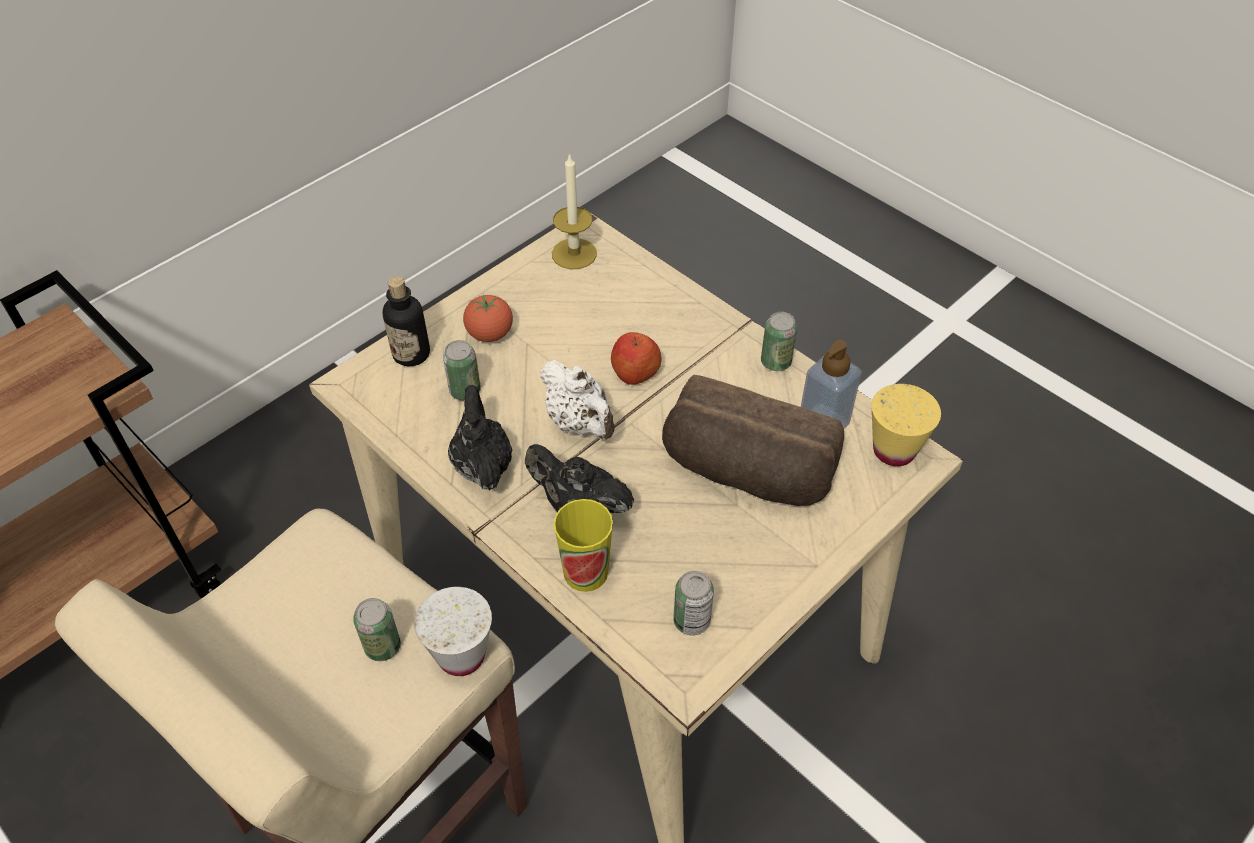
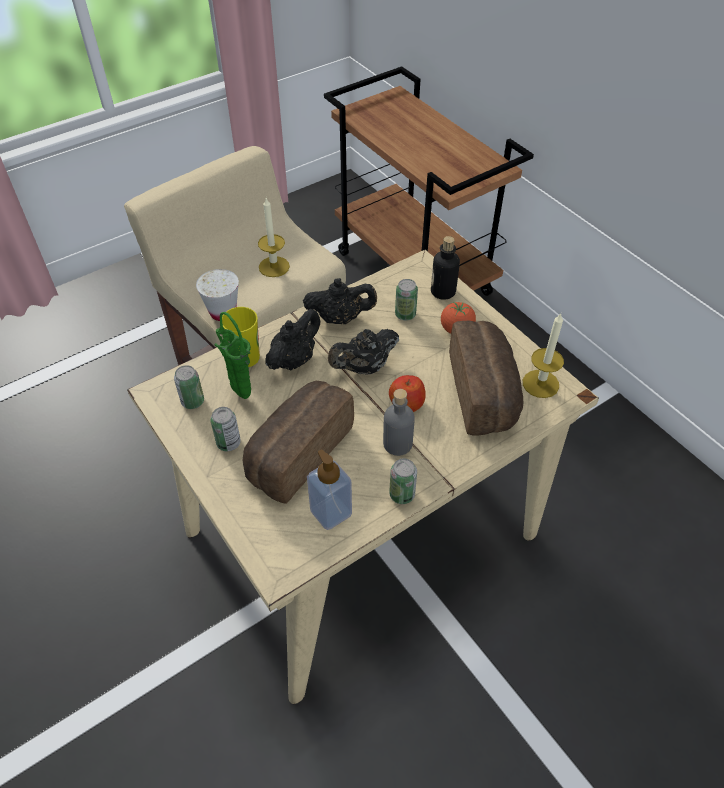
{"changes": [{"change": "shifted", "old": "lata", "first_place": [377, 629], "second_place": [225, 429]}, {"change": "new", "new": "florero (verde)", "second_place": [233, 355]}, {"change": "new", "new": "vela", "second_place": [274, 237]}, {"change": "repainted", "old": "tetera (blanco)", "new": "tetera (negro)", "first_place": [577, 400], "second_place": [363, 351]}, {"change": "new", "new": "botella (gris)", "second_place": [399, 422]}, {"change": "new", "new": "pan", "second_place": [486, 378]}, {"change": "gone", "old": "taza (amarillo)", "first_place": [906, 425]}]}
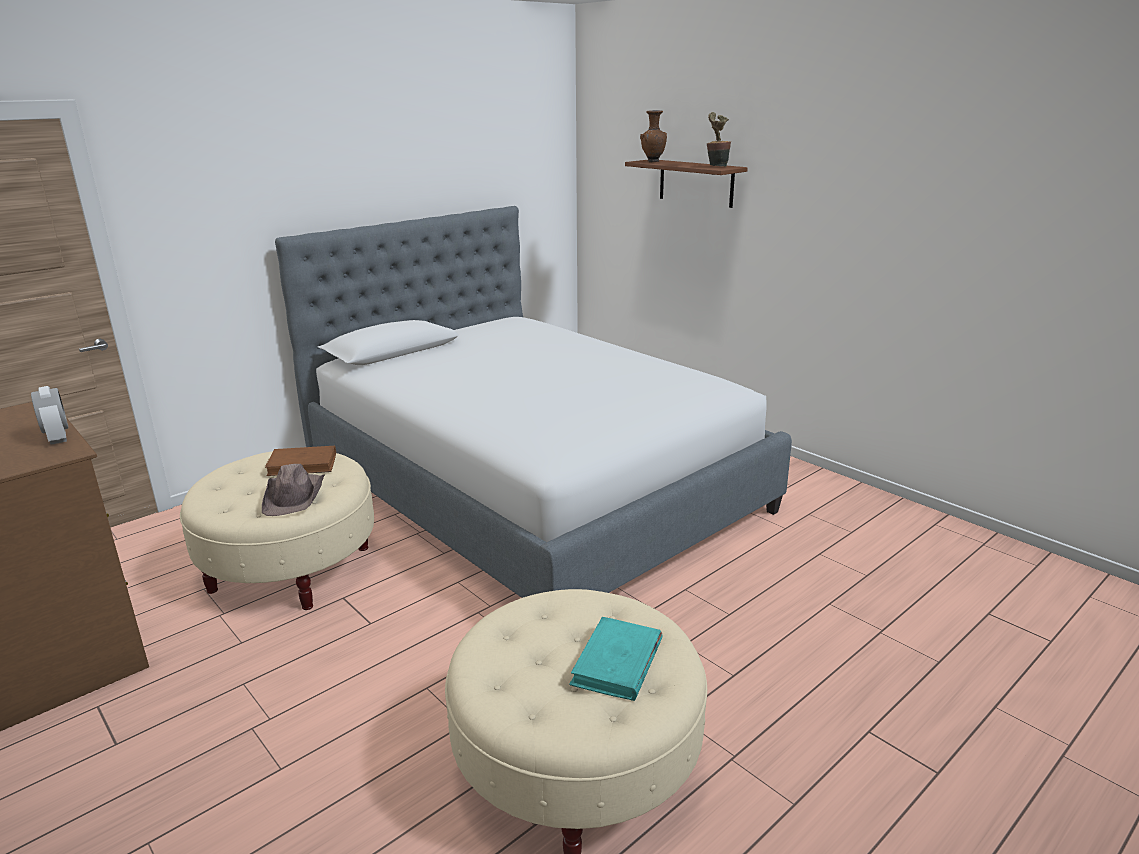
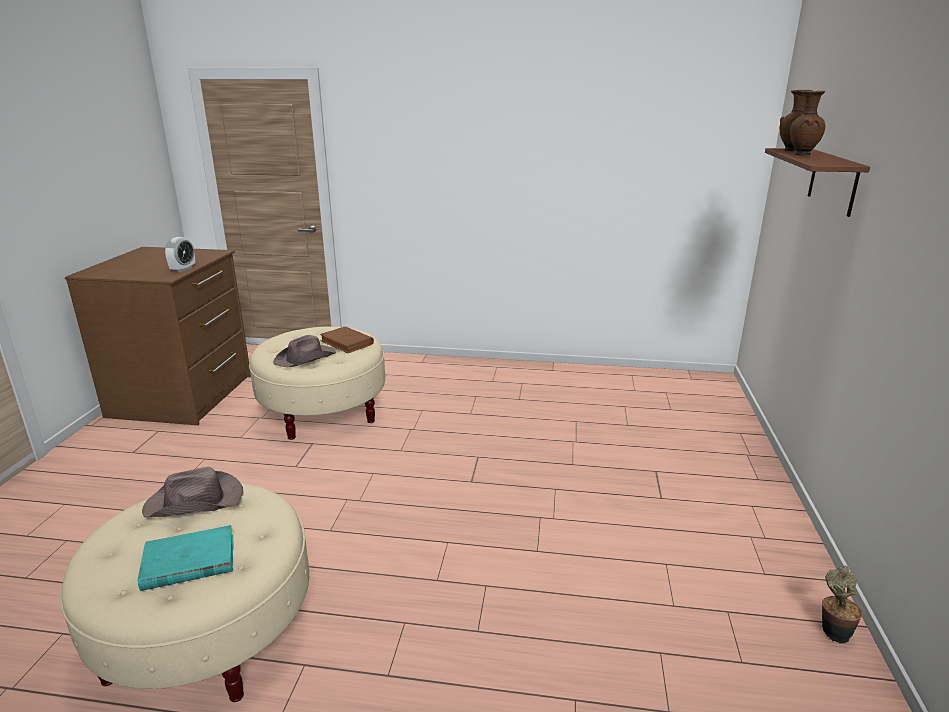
{"changes": [{"change": "new", "new": "sombrero (marrón)", "second_place": [192, 492]}, {"change": "new", "new": "florero (marrón)", "second_place": [807, 123]}, {"change": "shifted", "old": "planta en maceta", "first_place": [719, 139], "second_place": [842, 604]}, {"change": "gone", "old": "cama", "first_place": [533, 402]}]}
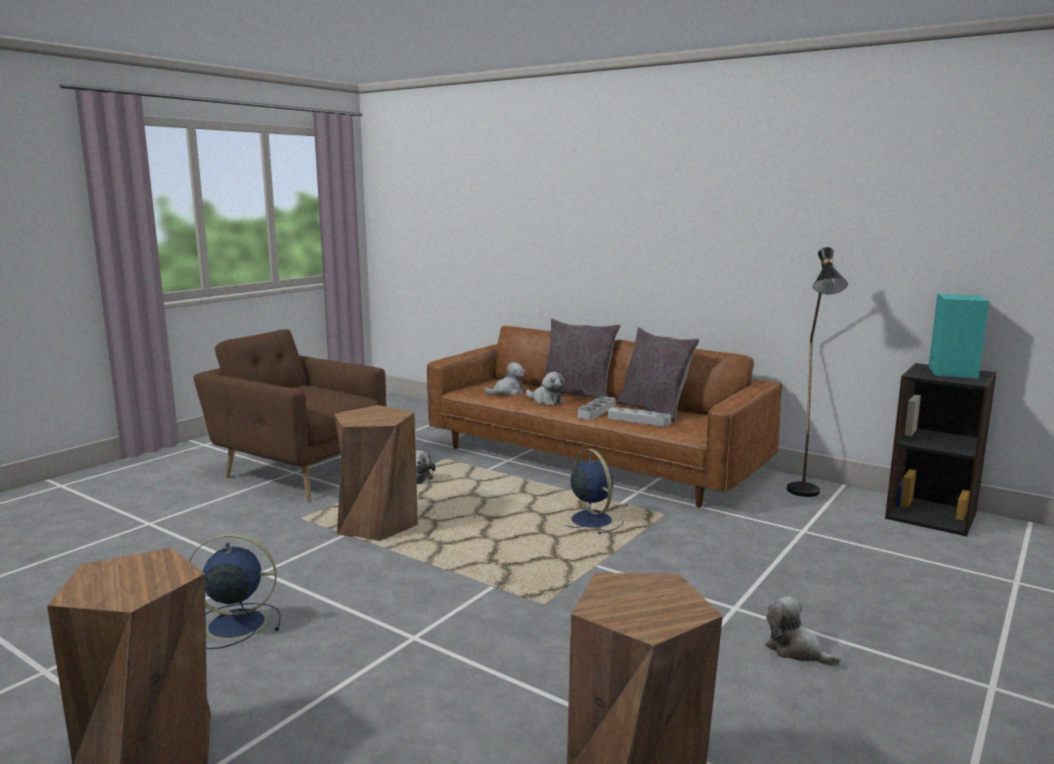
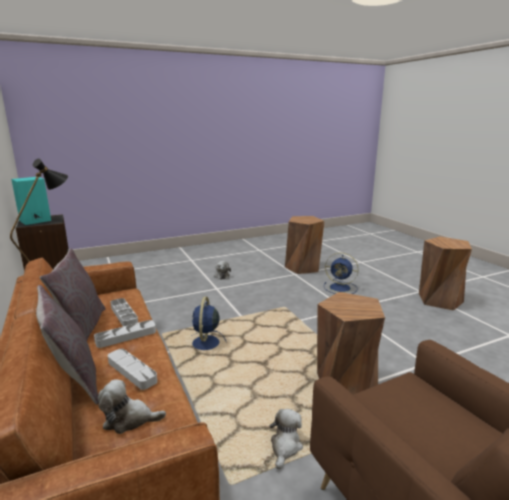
{"changes": [{"change": "swapped", "old": "peluche", "new": "bandeja (gris)", "first_place": [545, 388], "second_place": [132, 369]}, {"change": "shifted", "old": "ventilador (azul)", "first_place": [235, 591], "second_place": [341, 273]}]}
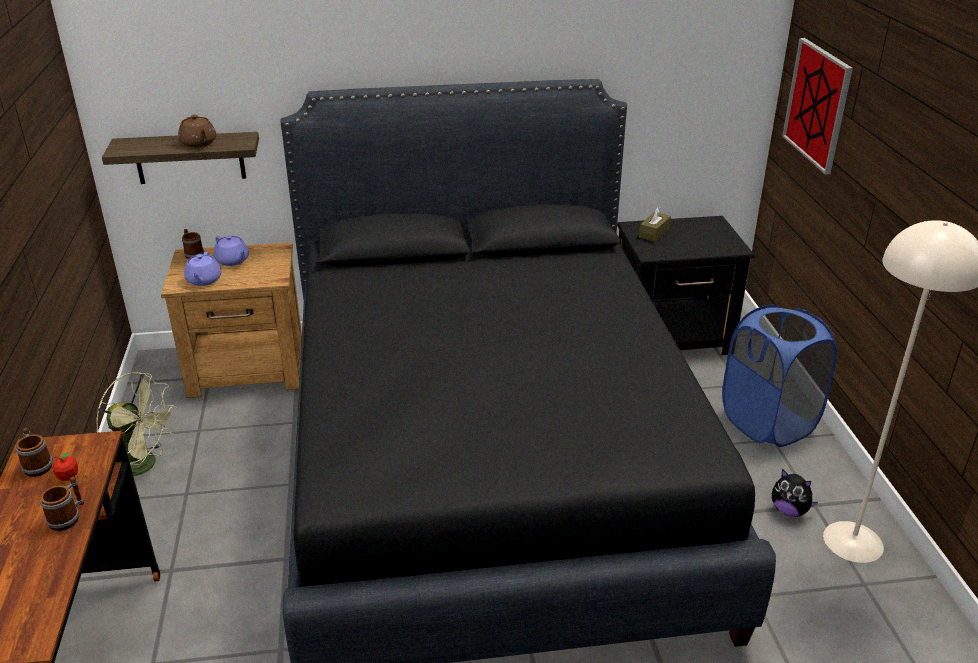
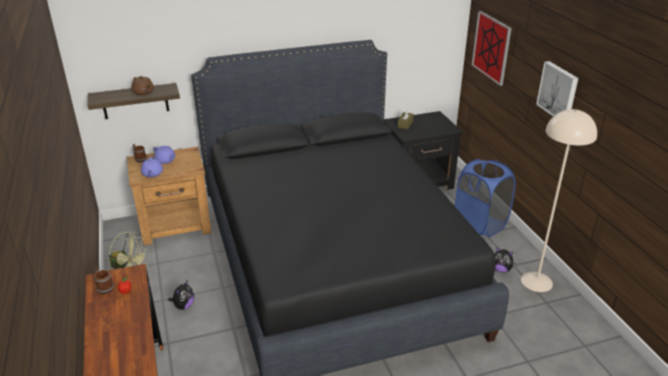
{"changes": [{"change": "new", "new": "peluche", "second_place": [181, 295]}, {"change": "new", "new": "cuadro", "second_place": [557, 88]}, {"change": "gone", "old": "taza grande", "first_place": [62, 504]}]}
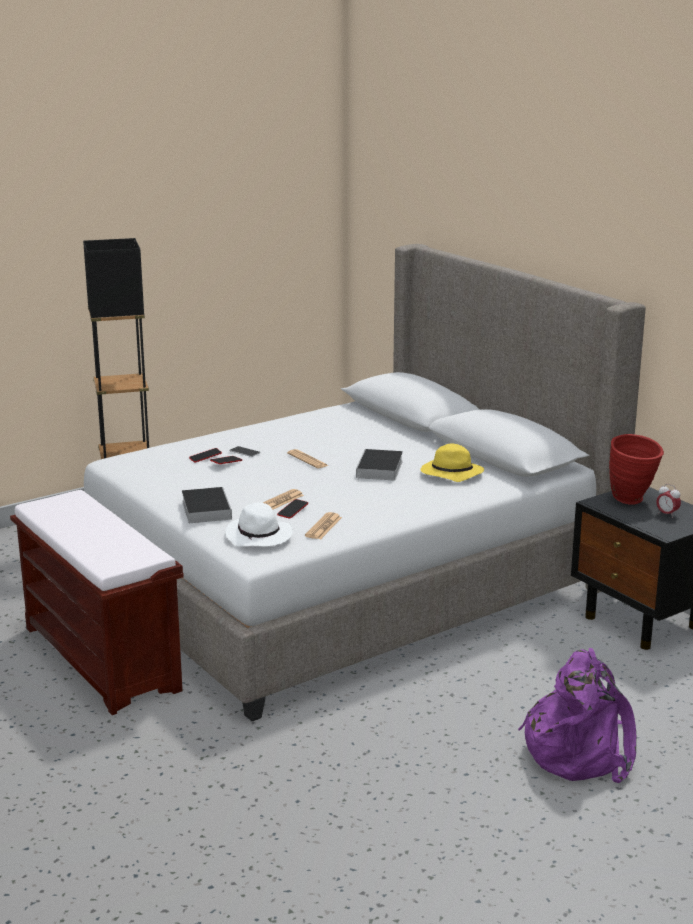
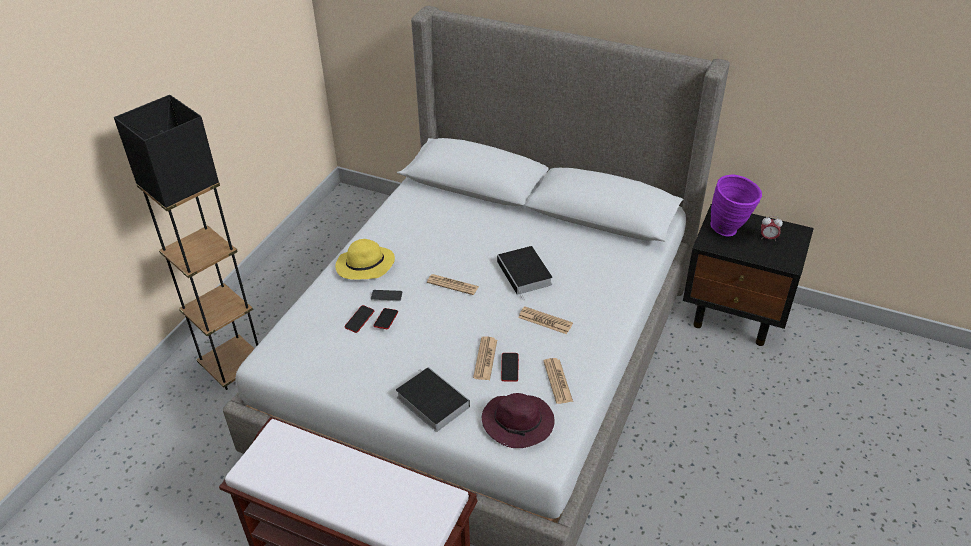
{"changes": [{"change": "shifted", "old": "sombrero (amarillo)", "first_place": [452, 463], "second_place": [365, 259]}, {"change": "repainted", "old": "sombrero (blanco)", "new": "sombrero (morado)", "first_place": [259, 524], "second_place": [518, 420]}, {"change": "new", "new": "periódico", "second_place": [545, 320]}, {"change": "repainted", "old": "florero (rojo)", "new": "florero (morado)", "first_place": [636, 469], "second_place": [736, 205]}, {"change": "gone", "old": "mochila (morado)", "first_place": [577, 715]}]}
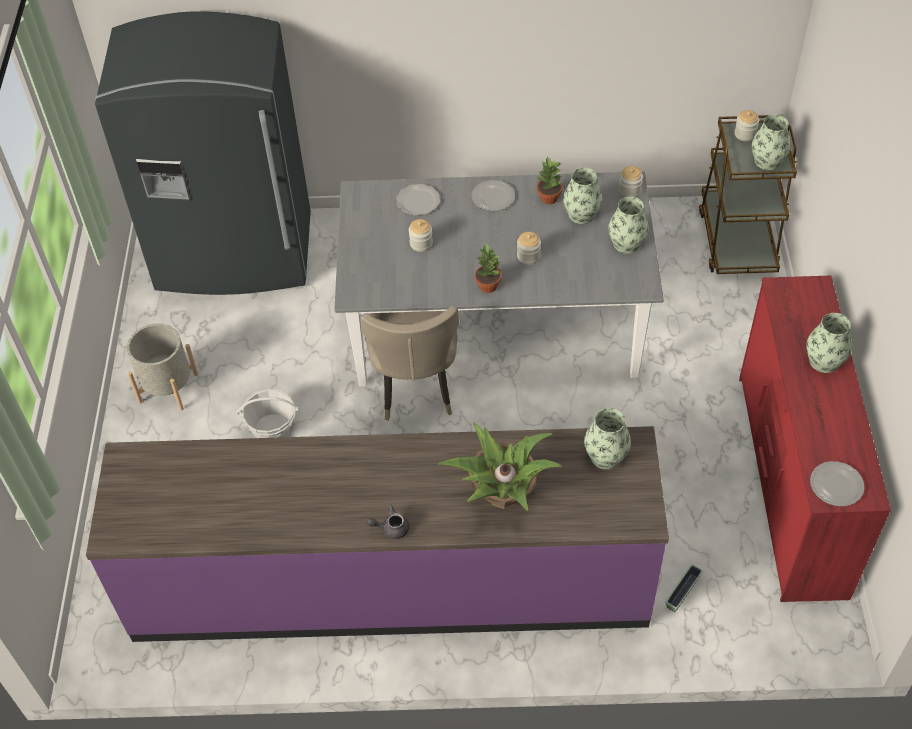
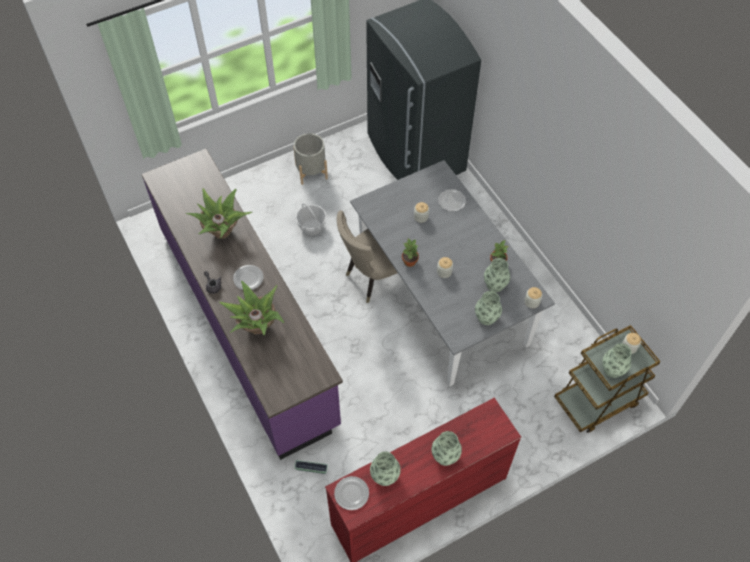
{"changes": [{"change": "new", "new": "planta en maceta", "second_place": [218, 213]}, {"change": "shifted", "old": "plato", "first_place": [493, 195], "second_place": [248, 277]}, {"change": "shifted", "old": "florero", "first_place": [607, 438], "second_place": [385, 469]}]}
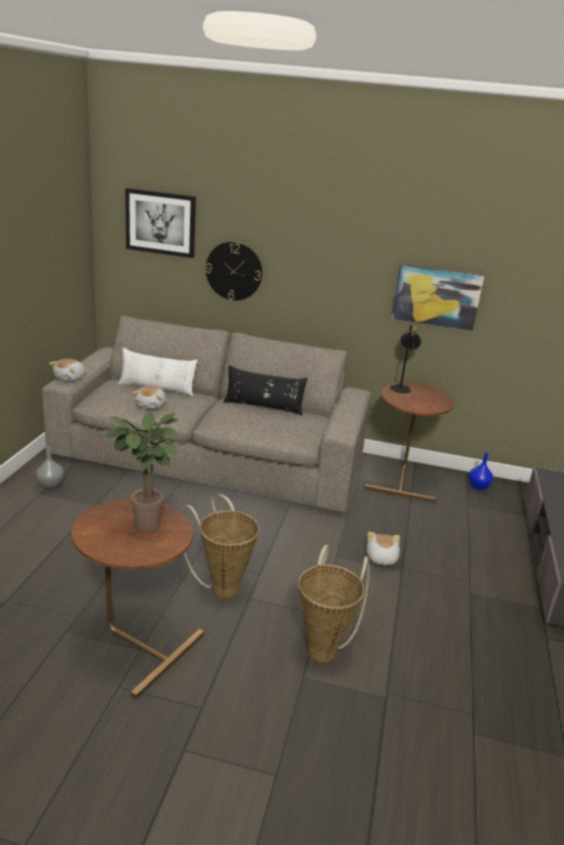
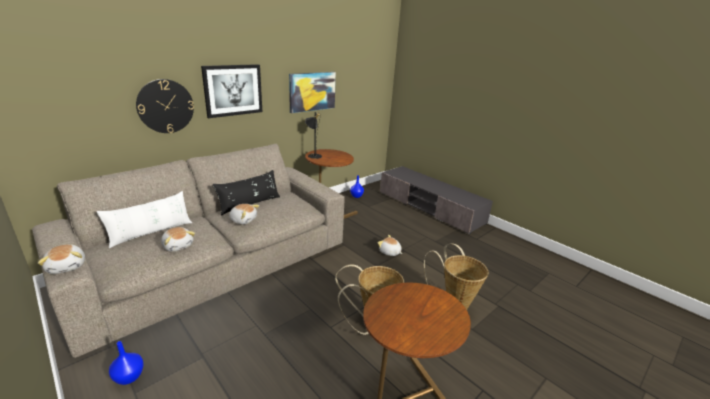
{"changes": [{"change": "repainted", "old": "florero (gris)", "new": "florero (azul)", "first_place": [50, 467], "second_place": [126, 363]}, {"change": "shifted", "old": "cuadro", "first_place": [160, 223], "second_place": [231, 91]}, {"change": "new", "new": "peluche", "second_place": [244, 214]}, {"change": "gone", "old": "planta en maceta", "first_place": [142, 472]}]}
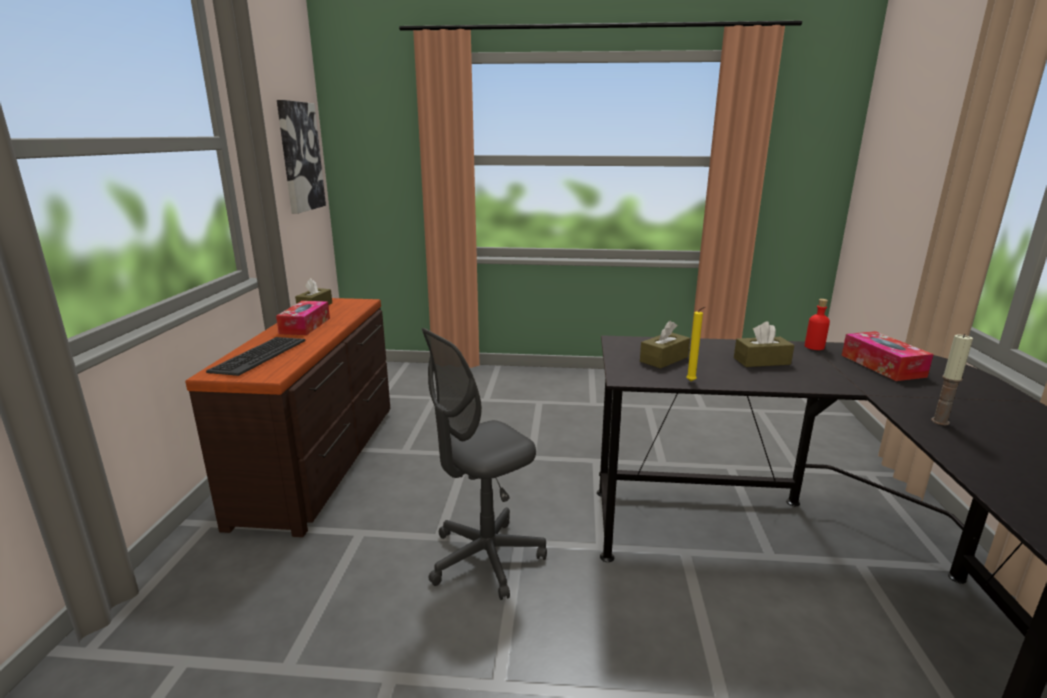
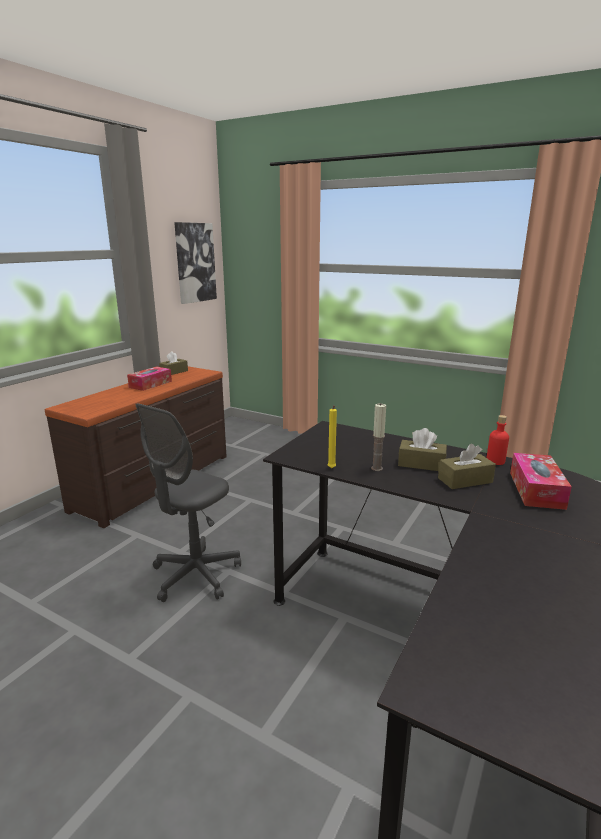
{"changes": [{"change": "rotated", "old": "silla de oficina (gris)", "first_place": [484, 464], "second_place": [188, 502], "degrees": -45}, {"change": "shifted", "old": "vela", "first_place": [952, 379], "second_place": [378, 437]}, {"change": "shifted", "old": "caja de pañuelos (marrón)", "first_place": [665, 345], "second_place": [467, 466]}, {"change": "gone", "old": "teclado", "first_place": [255, 356]}]}
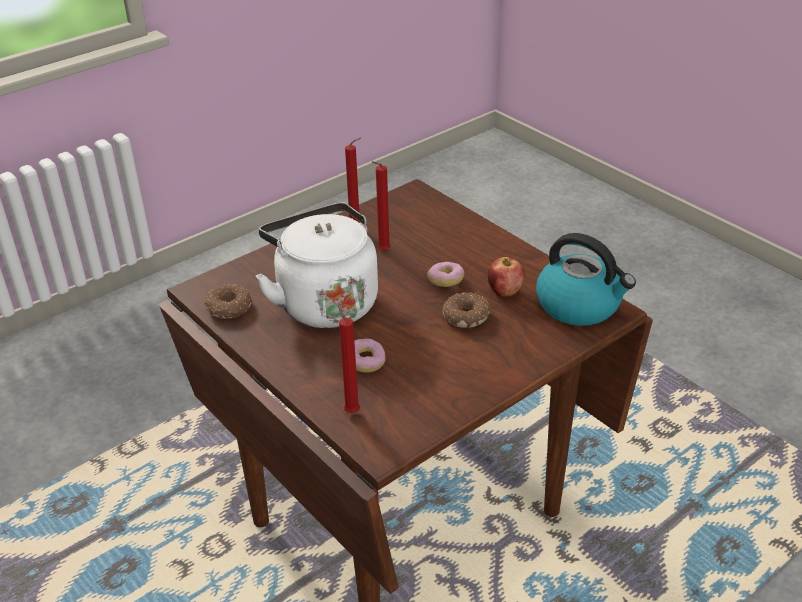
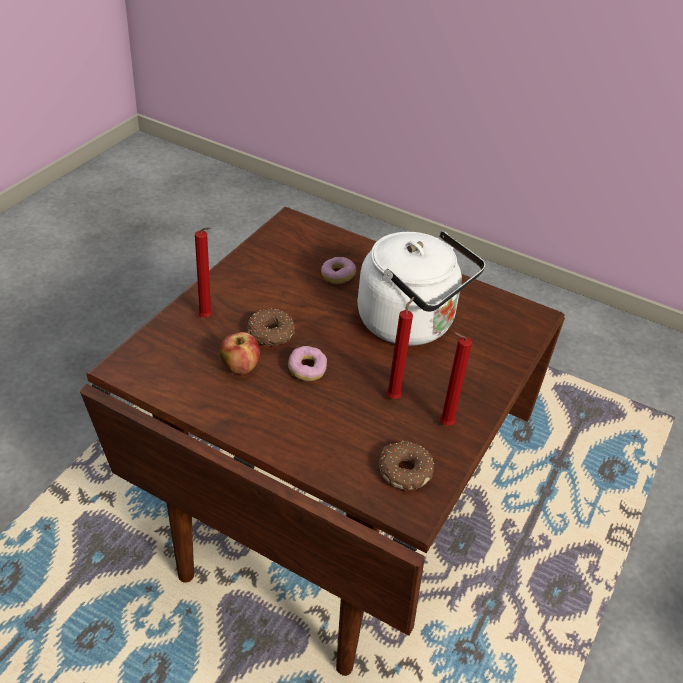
{"changes": [{"change": "shifted", "old": "vela (rojo)", "first_place": [348, 358], "second_place": [203, 273]}, {"change": "shifted", "old": "rosquilla", "first_place": [229, 301], "second_place": [406, 466]}, {"change": "gone", "old": "hervidor", "first_place": [586, 279]}]}
